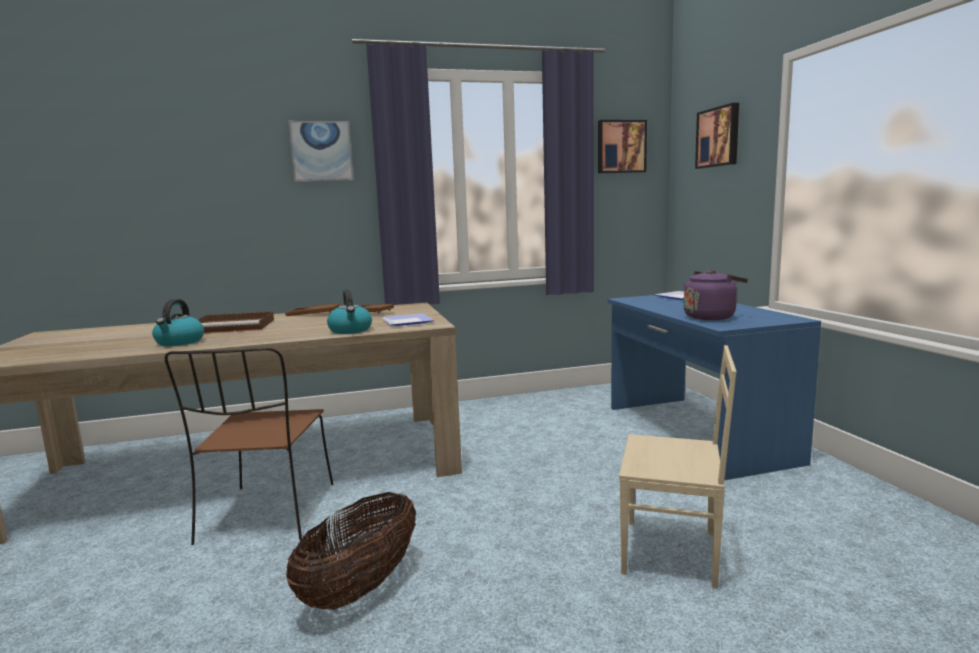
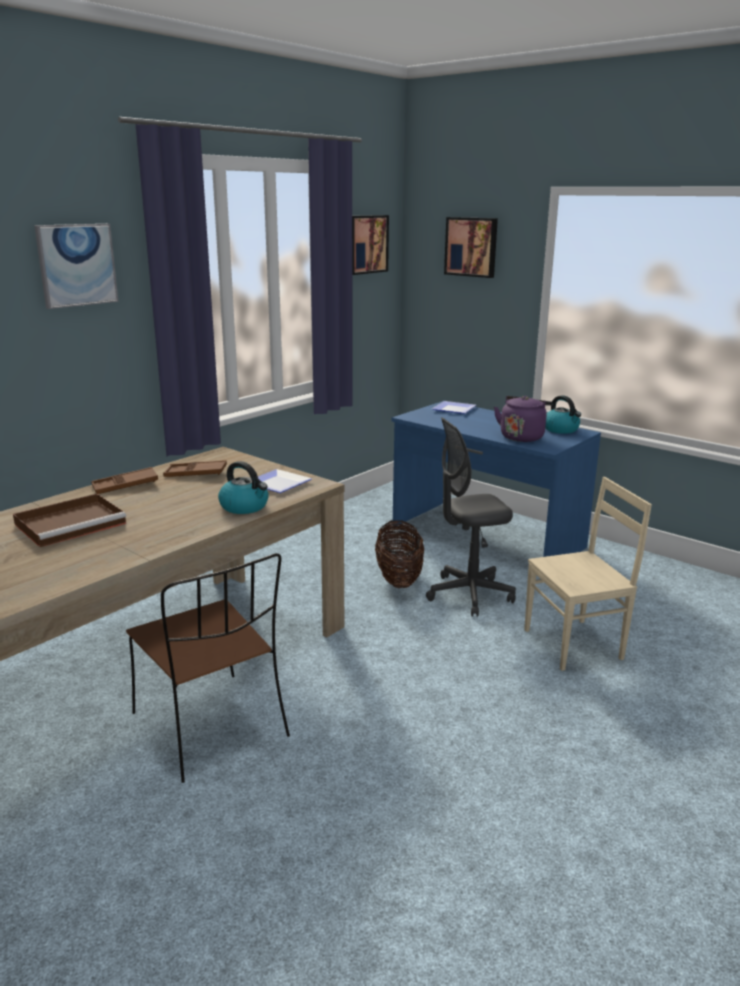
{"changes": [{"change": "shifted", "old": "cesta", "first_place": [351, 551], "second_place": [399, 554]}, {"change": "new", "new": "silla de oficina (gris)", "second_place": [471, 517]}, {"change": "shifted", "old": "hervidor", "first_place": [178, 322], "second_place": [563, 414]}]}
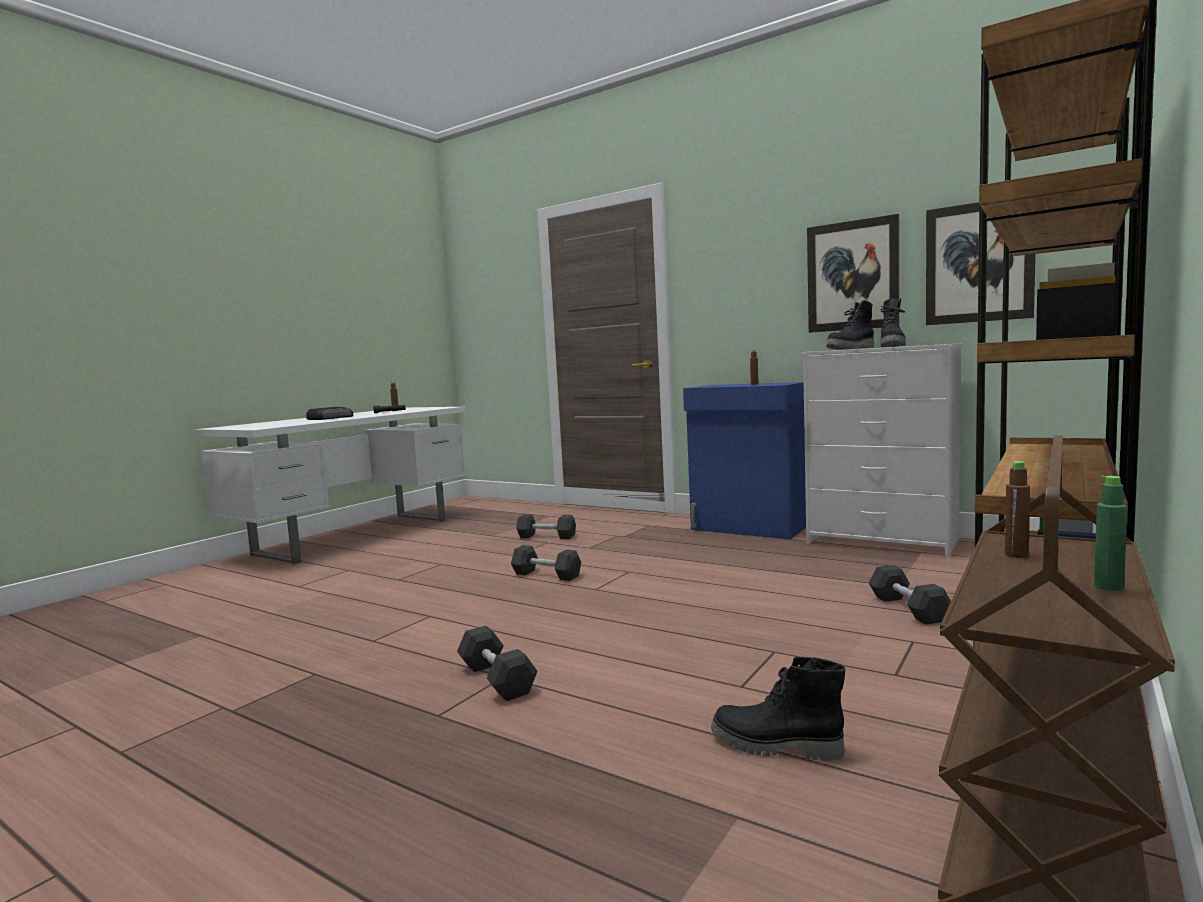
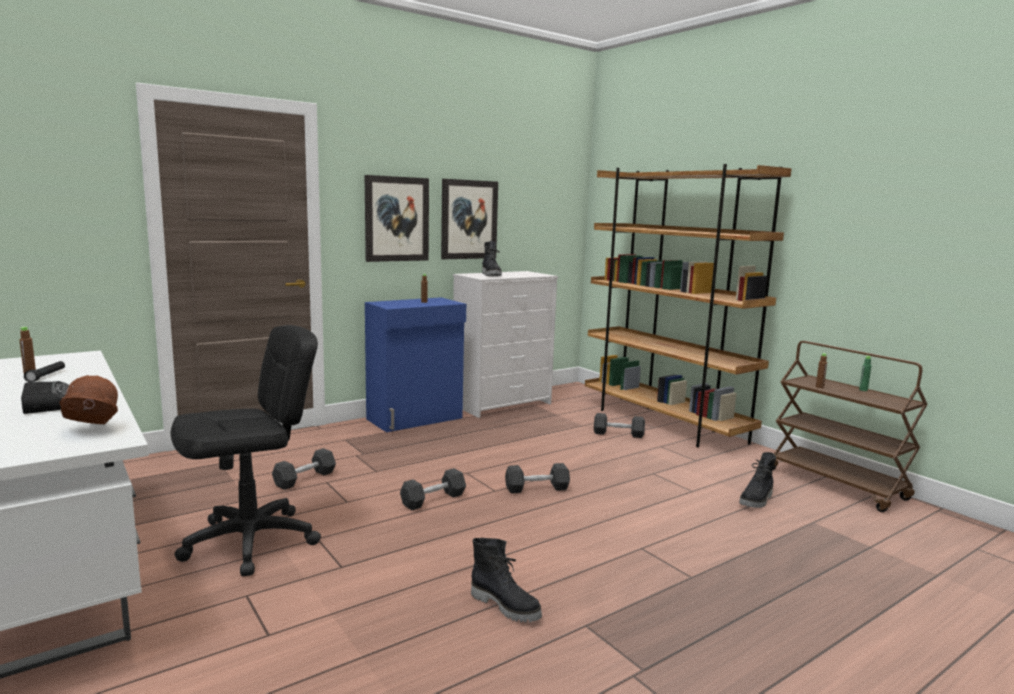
{"changes": [{"change": "new", "new": "casco (marrón)", "second_place": [88, 399]}, {"change": "new", "new": "silla de oficina (negro)", "second_place": [246, 450]}, {"change": "shifted", "old": "cuadro", "first_place": [981, 263], "second_place": [397, 218]}, {"change": "shifted", "old": "bota (negro)", "first_place": [893, 322], "second_place": [506, 580]}, {"change": "shifted", "old": "mancuerna (negro)", "first_place": [497, 663], "second_place": [537, 478]}]}
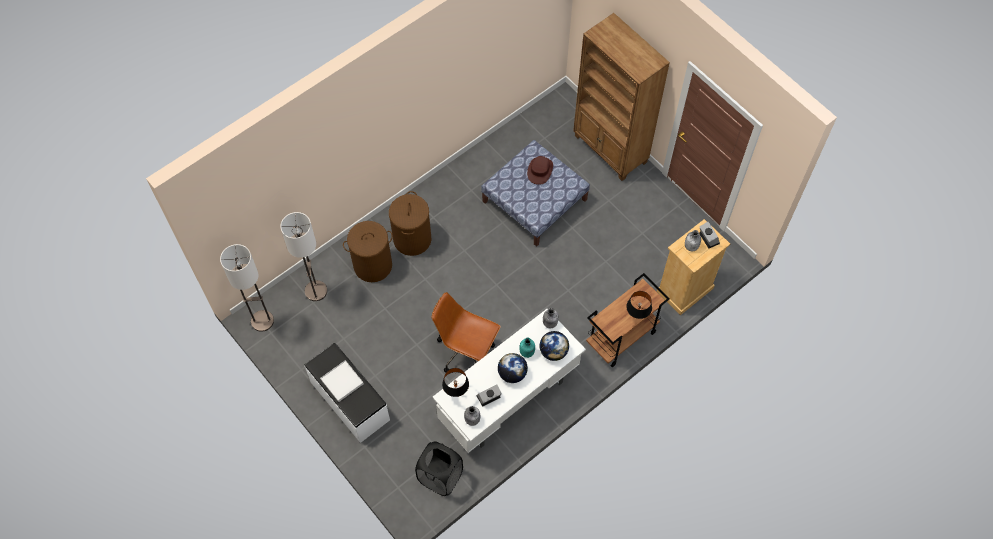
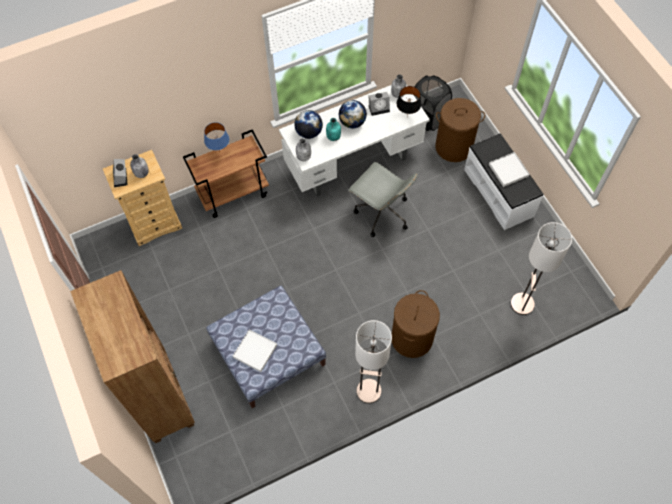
{"changes": [{"change": "repainted", "old": "lámpara de mesa (negro)", "new": "lámpara de mesa (azul)", "first_place": [639, 305], "second_place": [216, 137]}, {"change": "swapped", "old": "sombrero (marrón)", "new": "bandeja (blanco)", "first_place": [540, 170], "second_place": [255, 350]}, {"change": "repainted", "old": "silla de oficina (marrón)", "new": "silla de oficina (gris)", "first_place": [466, 332], "second_place": [383, 199]}, {"change": "shifted", "old": "lámpara de pie", "first_place": [247, 288], "second_place": [373, 361]}, {"change": "shifted", "old": "cesto de la ropa (marrón)", "first_place": [368, 251], "second_place": [460, 130]}]}
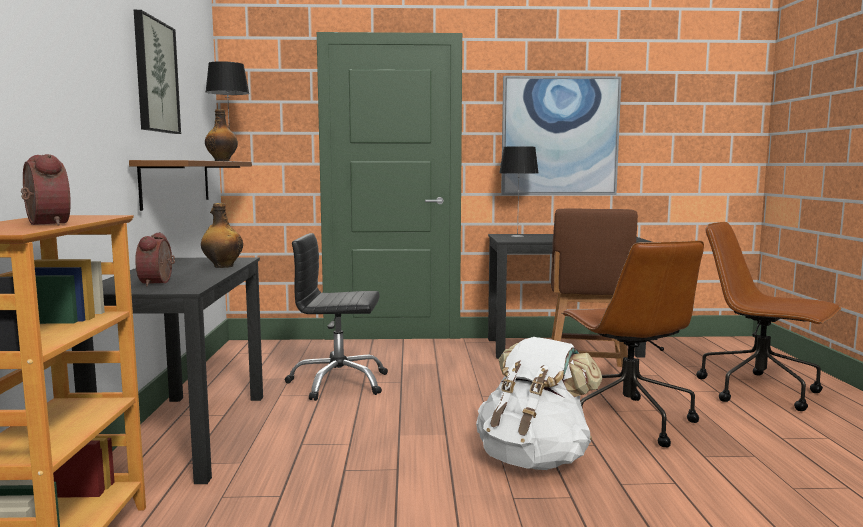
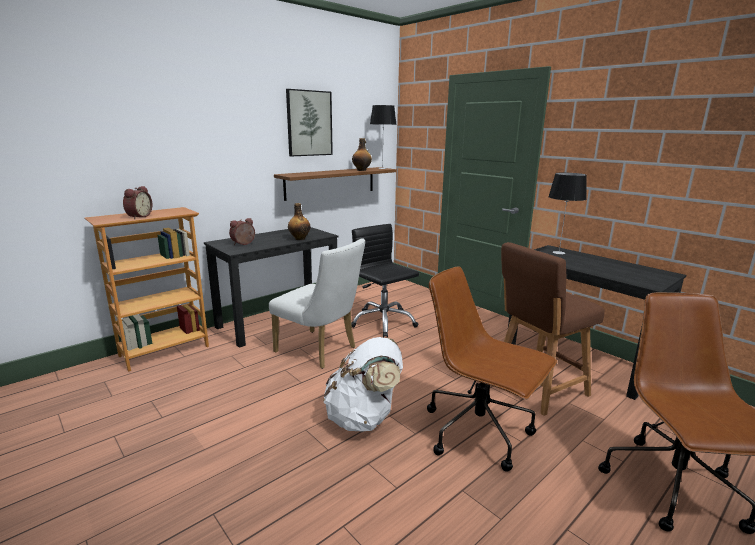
{"changes": [{"change": "new", "new": "silla (blanco)", "second_place": [317, 303]}, {"change": "rotated", "old": "silla de oficina (marrón)", "first_place": [632, 343], "second_place": [492, 369], "degrees": 90}, {"change": "gone", "old": "cuadro", "first_place": [561, 135]}]}
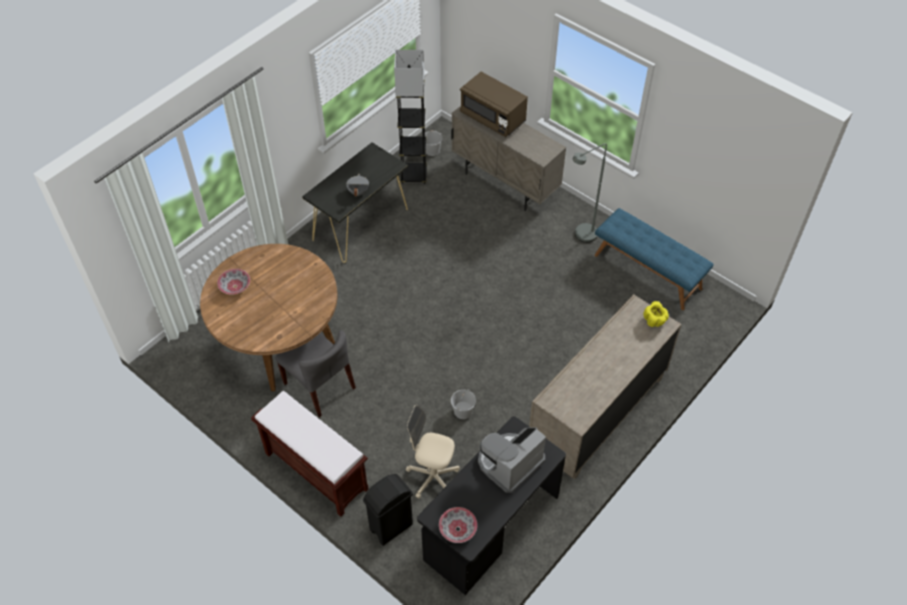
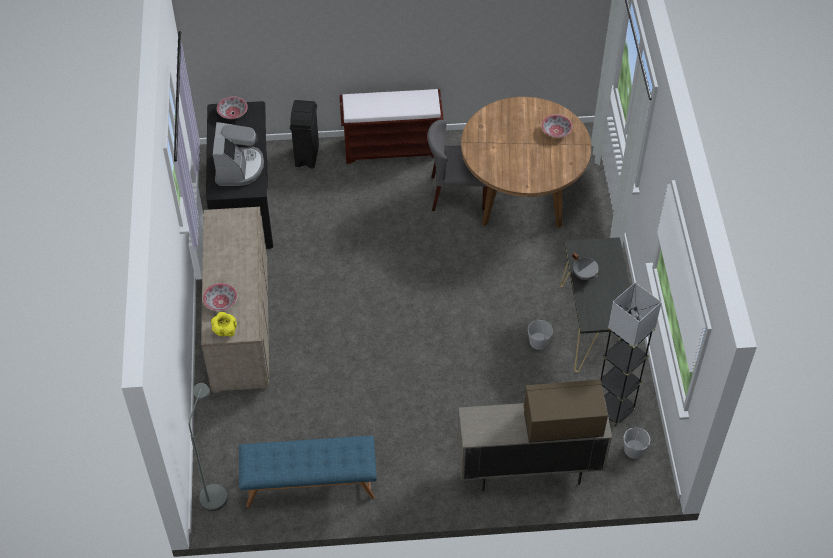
{"changes": [{"change": "shifted", "old": "lámpara de pie (gris)", "first_place": [590, 193], "second_place": [208, 447]}, {"change": "new", "new": "cuenco", "second_place": [220, 297]}, {"change": "shifted", "old": "cubo (blanco)", "first_place": [463, 404], "second_place": [540, 334]}, {"change": "gone", "old": "silla de oficina (beis)", "first_place": [433, 452]}]}
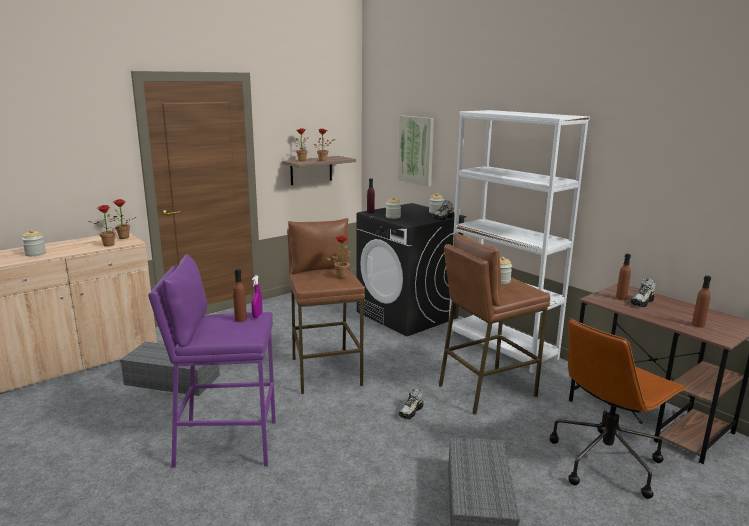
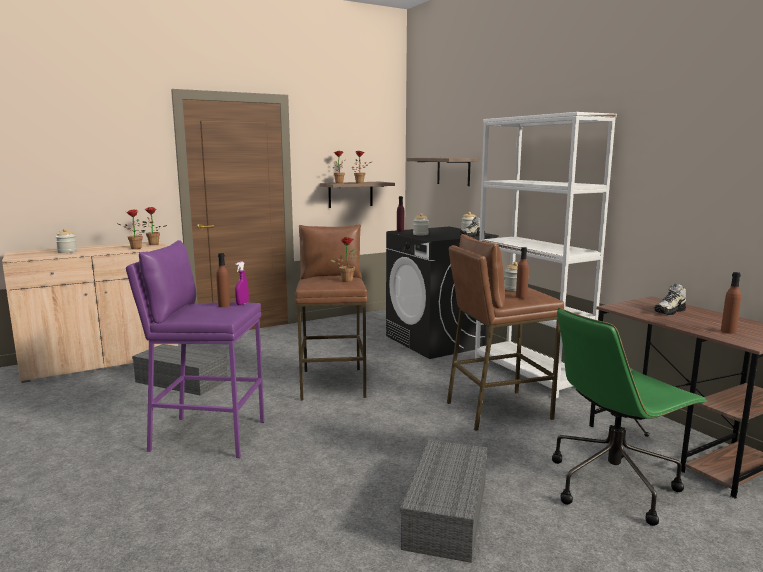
{"changes": [{"change": "swapped", "old": "cuadro", "new": "estante", "first_place": [416, 151], "second_place": [442, 172]}, {"change": "shifted", "old": "botella (marrón)", "first_place": [623, 277], "second_place": [522, 272]}, {"change": "repainted", "old": "silla de oficina (marrón)", "new": "silla de oficina (verde)", "first_place": [618, 408], "second_place": [629, 417]}, {"change": "gone", "old": "zapato", "first_place": [411, 403]}]}
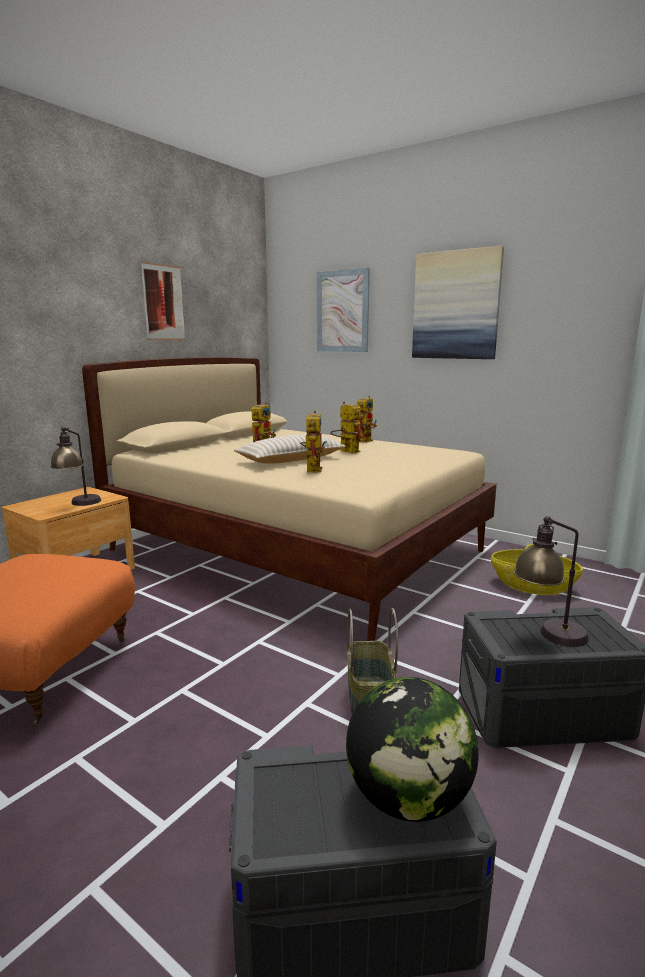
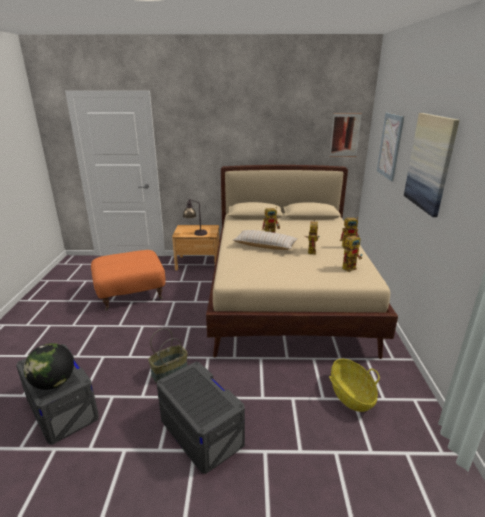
{"changes": [{"change": "shifted", "old": "cuadro", "first_place": [163, 301], "second_place": [345, 135]}, {"change": "shifted", "old": "robot de juguete", "first_place": [313, 441], "second_place": [352, 253]}, {"change": "gone", "old": "lámpara de mesa", "first_place": [551, 581]}]}
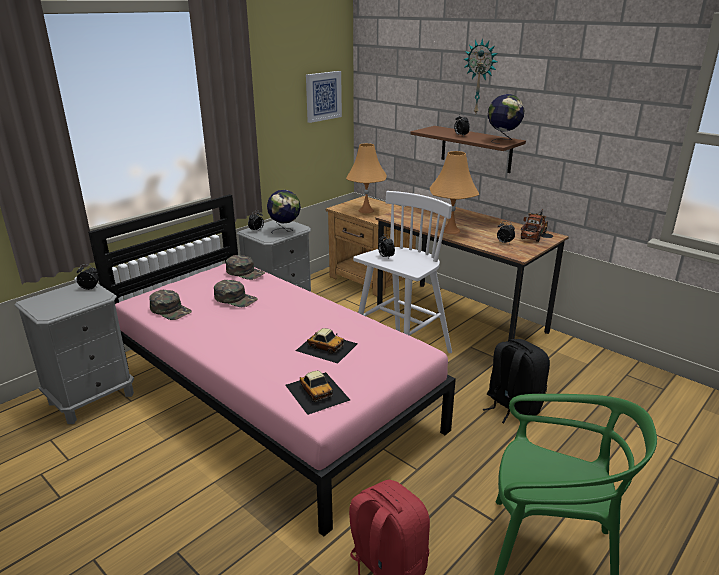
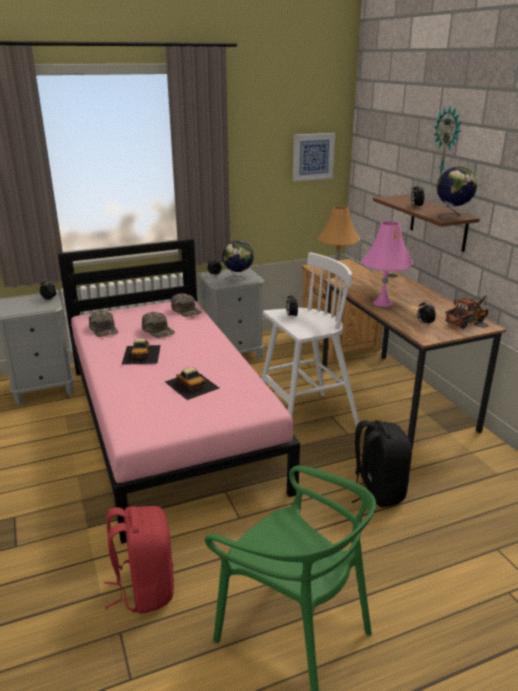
{"changes": [{"change": "shifted", "old": "coche de juguete", "first_place": [317, 393], "second_place": [141, 351]}, {"change": "repainted", "old": "lámpara de mesa (naranja)", "new": "lámpara de mesa (rosa)", "first_place": [454, 192], "second_place": [387, 264]}]}
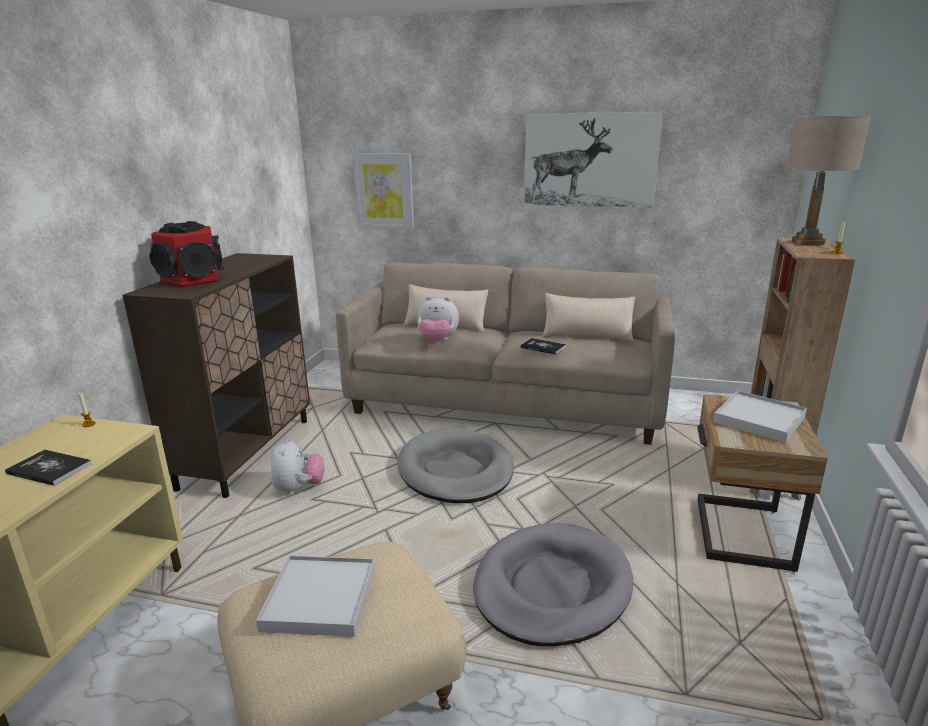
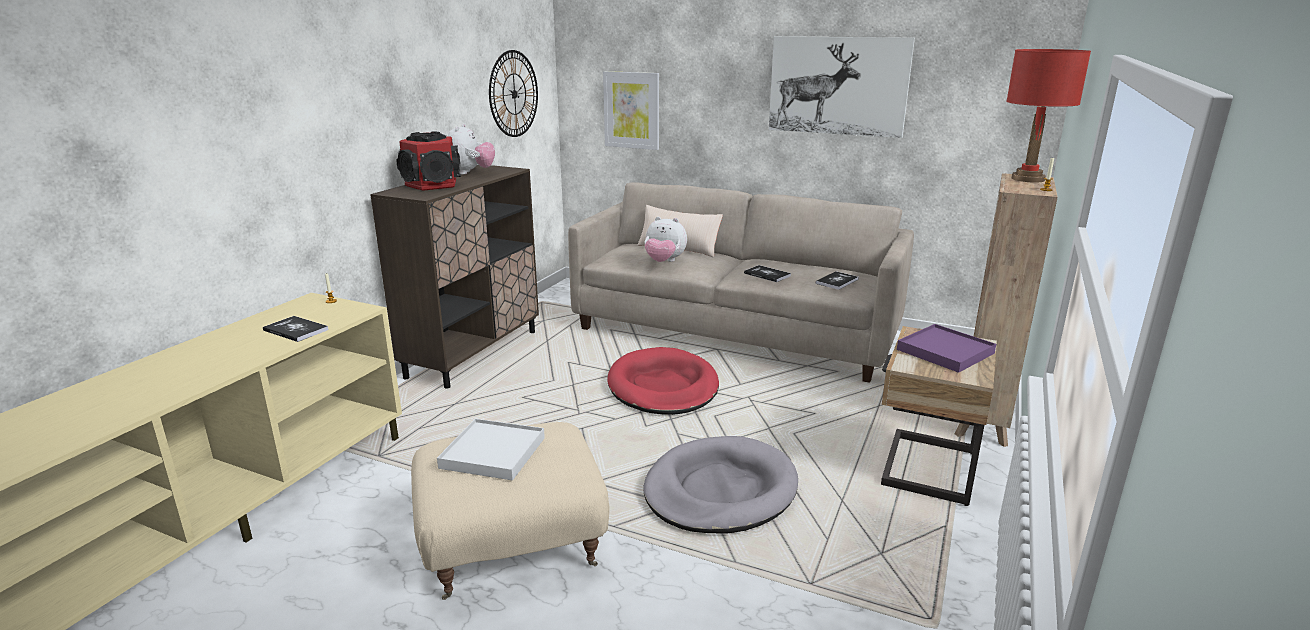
{"changes": [{"change": "shifted", "old": "peluche", "first_place": [297, 466], "second_place": [471, 149]}, {"change": "new", "new": "reloj de pared", "second_place": [513, 93]}, {"change": "repainted", "old": "cama para perro (gris)", "new": "cama para perro (rojo)", "first_place": [455, 465], "second_place": [663, 381]}, {"change": "new", "new": "libro", "second_place": [837, 280]}, {"change": "repainted", "old": "bandeja (blanco)", "new": "bandeja (morado)", "first_place": [760, 417], "second_place": [946, 348]}, {"change": "repainted", "old": "lámpara de mesa (beis)", "new": "lámpara de mesa (rojo)", "first_place": [828, 181], "second_place": [1048, 115]}, {"change": "gone", "old": "cojín (beis)", "first_place": [588, 317]}]}
